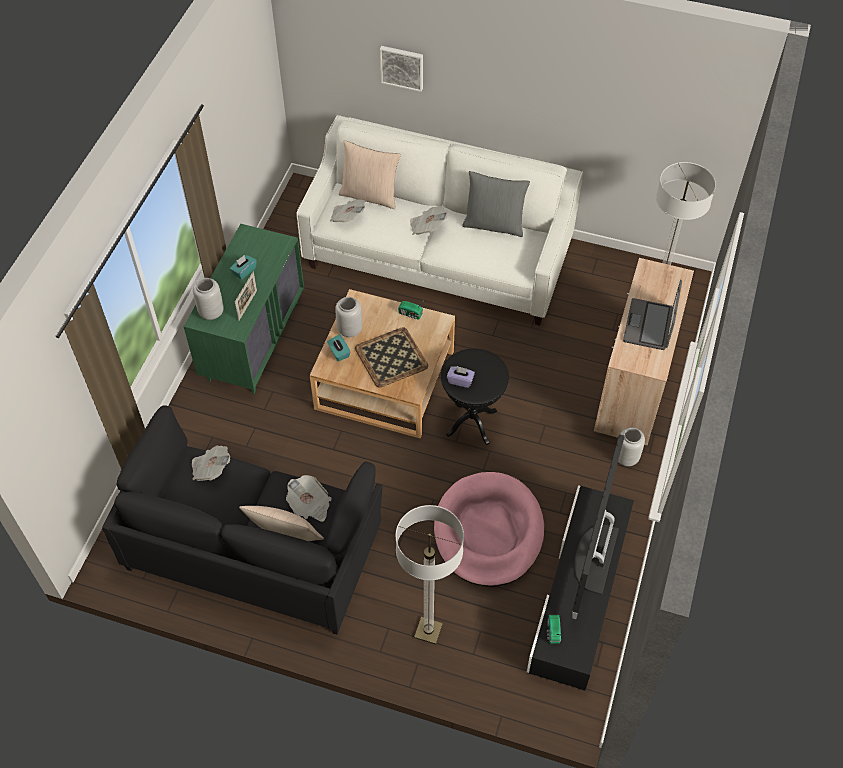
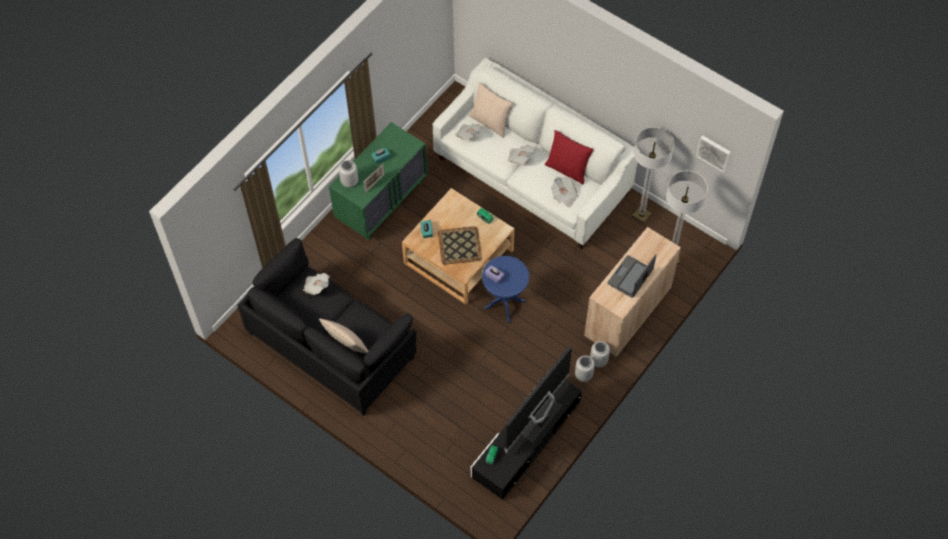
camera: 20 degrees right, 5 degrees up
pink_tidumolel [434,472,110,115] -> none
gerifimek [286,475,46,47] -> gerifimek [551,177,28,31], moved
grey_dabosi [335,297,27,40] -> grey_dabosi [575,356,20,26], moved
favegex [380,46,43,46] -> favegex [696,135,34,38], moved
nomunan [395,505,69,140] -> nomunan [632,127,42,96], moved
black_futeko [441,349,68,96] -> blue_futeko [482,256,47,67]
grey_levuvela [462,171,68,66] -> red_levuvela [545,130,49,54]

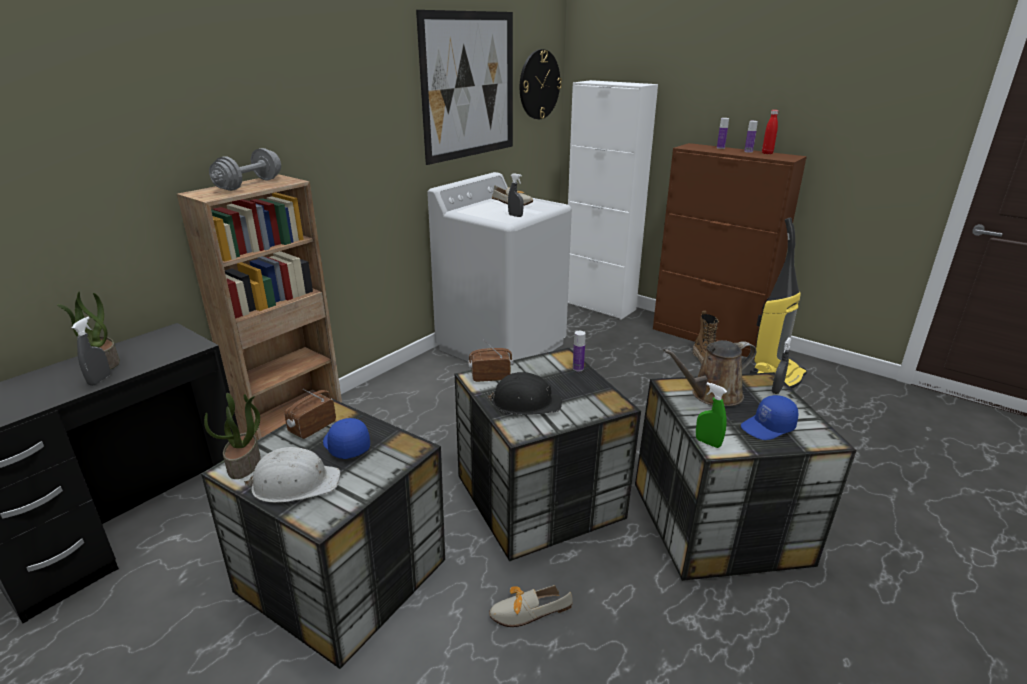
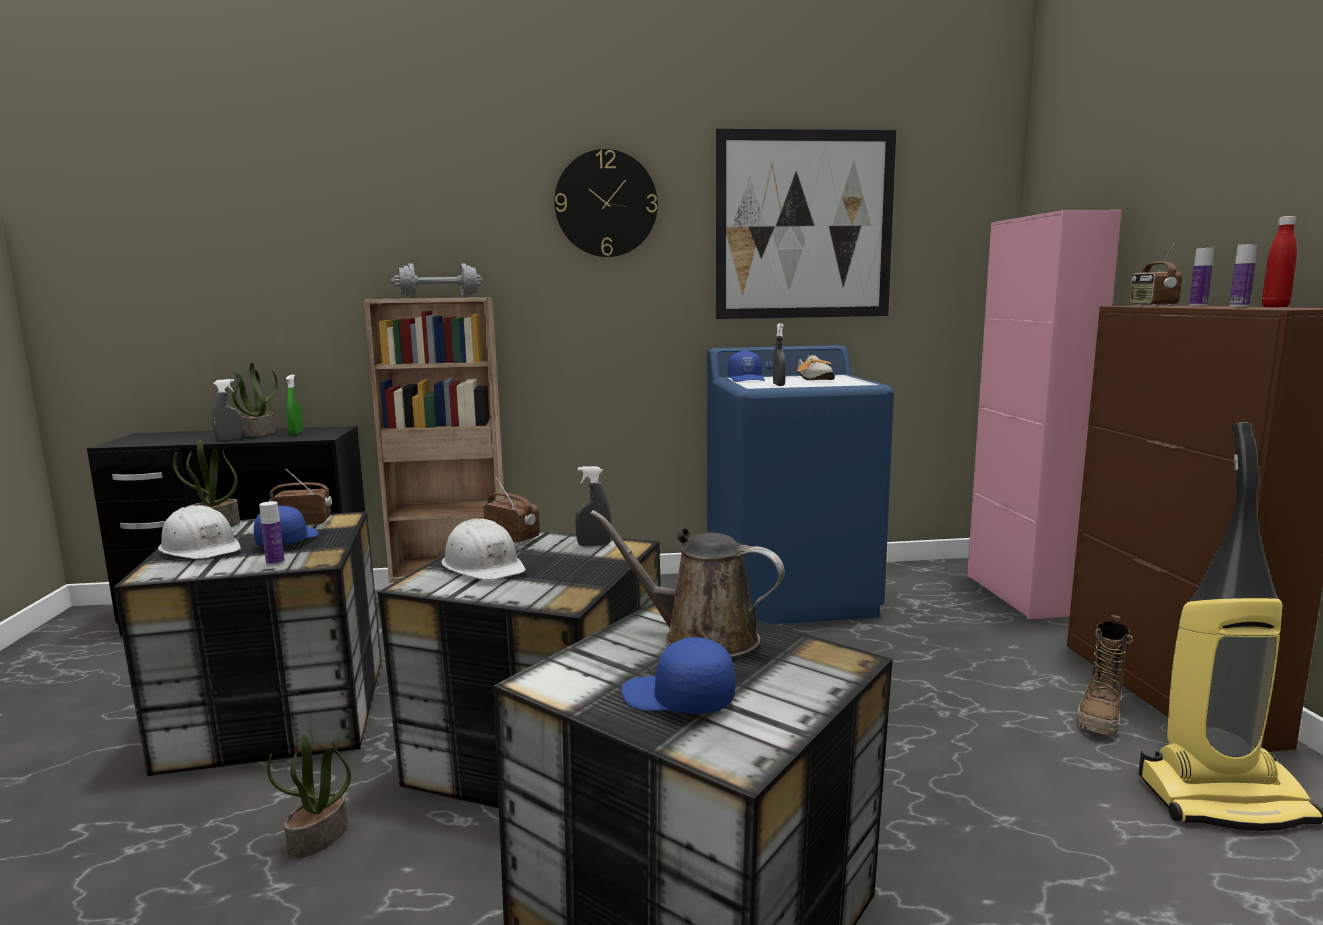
camera: 45 degrees right, 15 degrees down
none -> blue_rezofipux [728,350,37,32]
none -> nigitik [1130,243,52,63]
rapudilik [520,49,42,70] -> rapudilik [554,149,104,108], moved
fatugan [573,331,13,41] -> fatugan [259,501,26,65], moved
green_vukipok [696,382,31,66] -> green_vukipok [286,375,17,60], moved
grey_vukipok [771,337,21,57] -> grey_vukipok [575,466,36,80], moved
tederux [489,585,84,42] -> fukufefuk [267,733,84,125]
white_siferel [427,172,145,189] -> blue_siferel [707,345,187,279]
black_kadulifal [487,372,75,43] -> white_kadulifal [442,518,84,62]
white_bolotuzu [568,80,90,240] -> pink_bolotuzu [967,210,155,409]

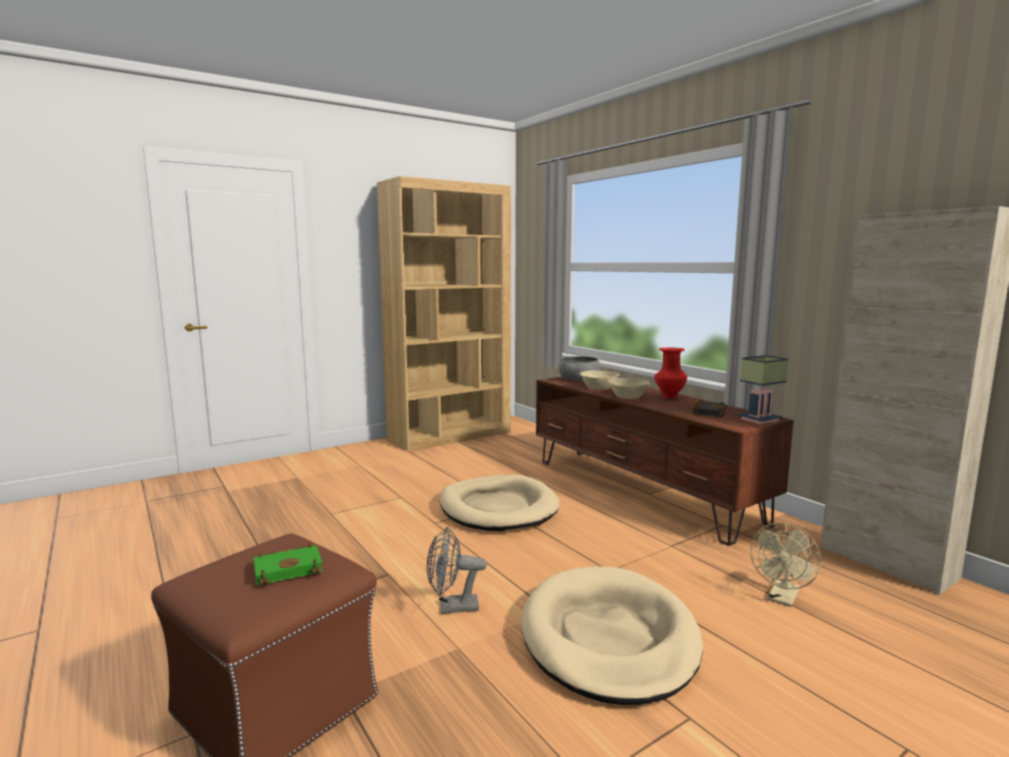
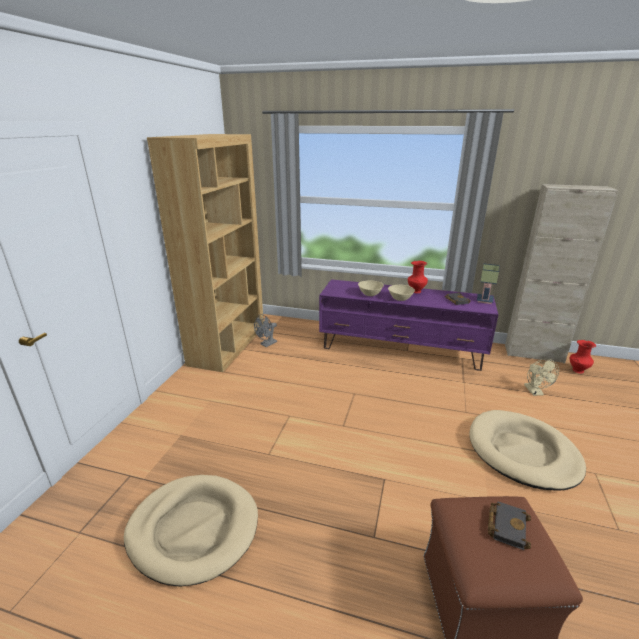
camera: 40 degrees left, 15 degrees up
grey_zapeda [558,356,43,25] -> none
none -> red_dabosi [570,340,26,34]
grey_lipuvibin [427,527,60,87] -> grey_lipuvibin [254,314,23,33], moved
beige_tidumolel [440,474,120,57] -> beige_tidumolel [124,475,134,112], moved
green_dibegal [254,544,69,43] -> black_dibegal [488,502,43,48]
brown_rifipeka [536,377,258,169] -> purple_rifipeka [319,279,179,92]

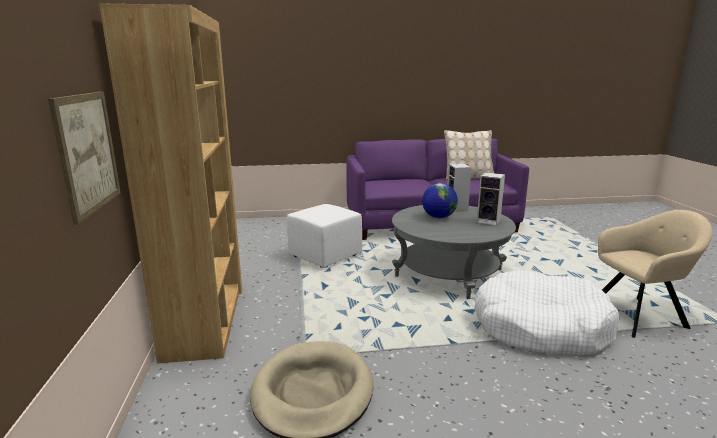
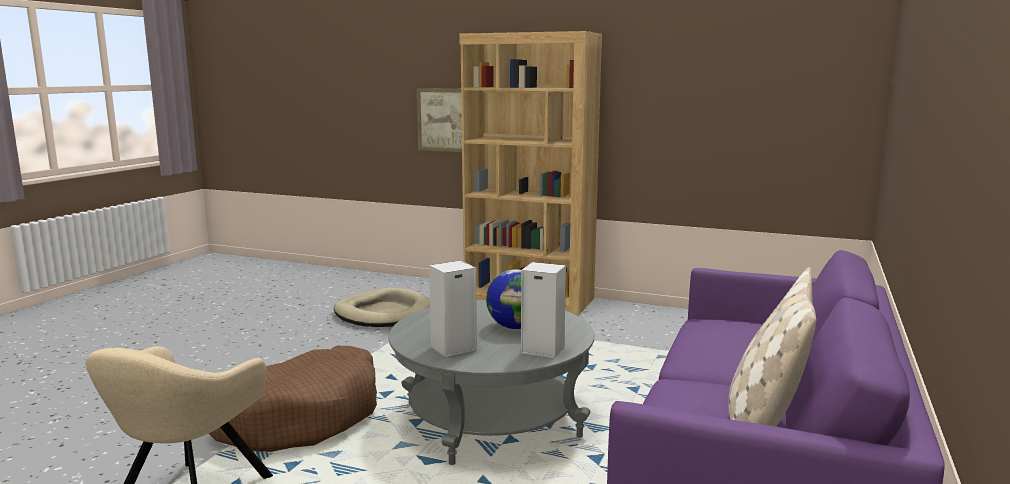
camera: 120 degrees right, 5 degrees down
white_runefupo [287,204,75,64] -> none
white_tidumolel [474,270,146,85] -> brown_tidumolel [209,346,168,106]

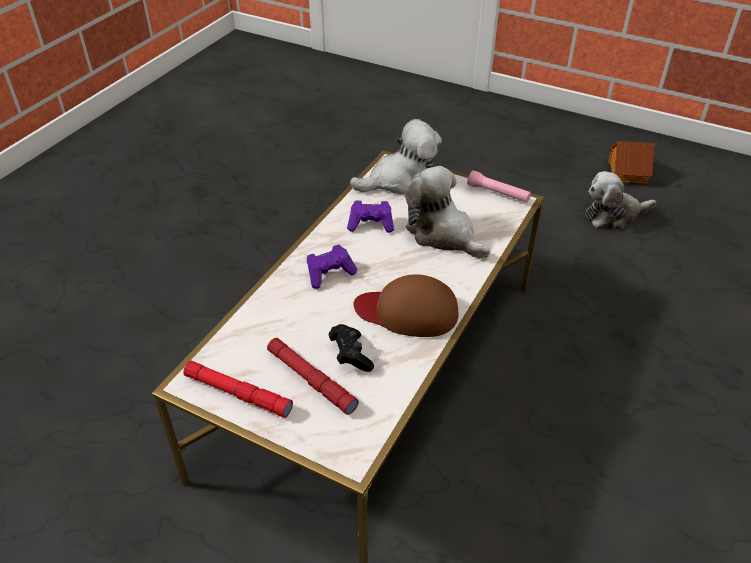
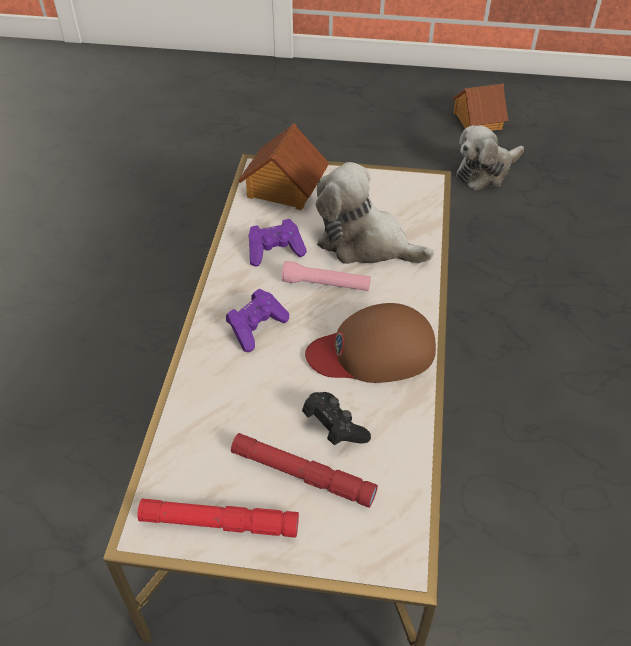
camera: 20 degrees left, 5 degrees up
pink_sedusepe [467,170,64,33] -> pink_sedusepe [281,261,90,30], moved
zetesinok [350,119,92,75] -> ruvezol [238,124,91,86]

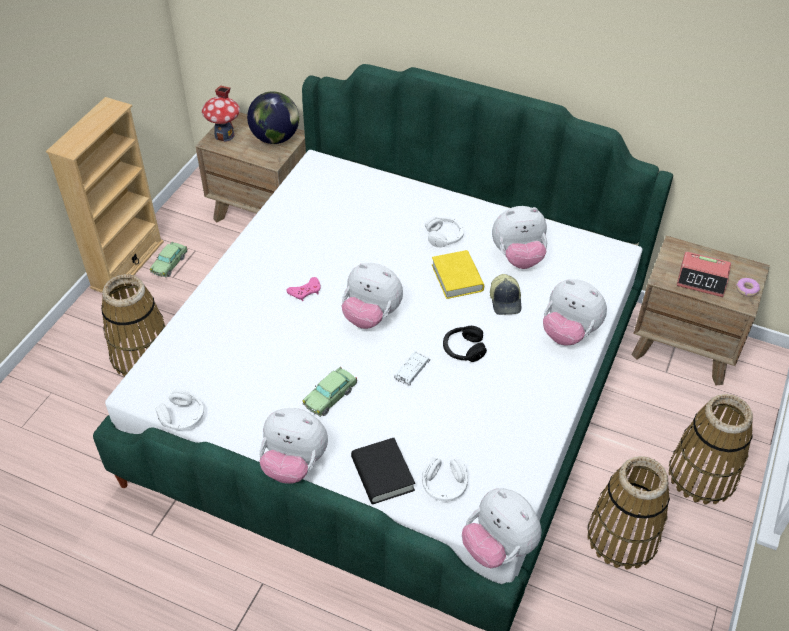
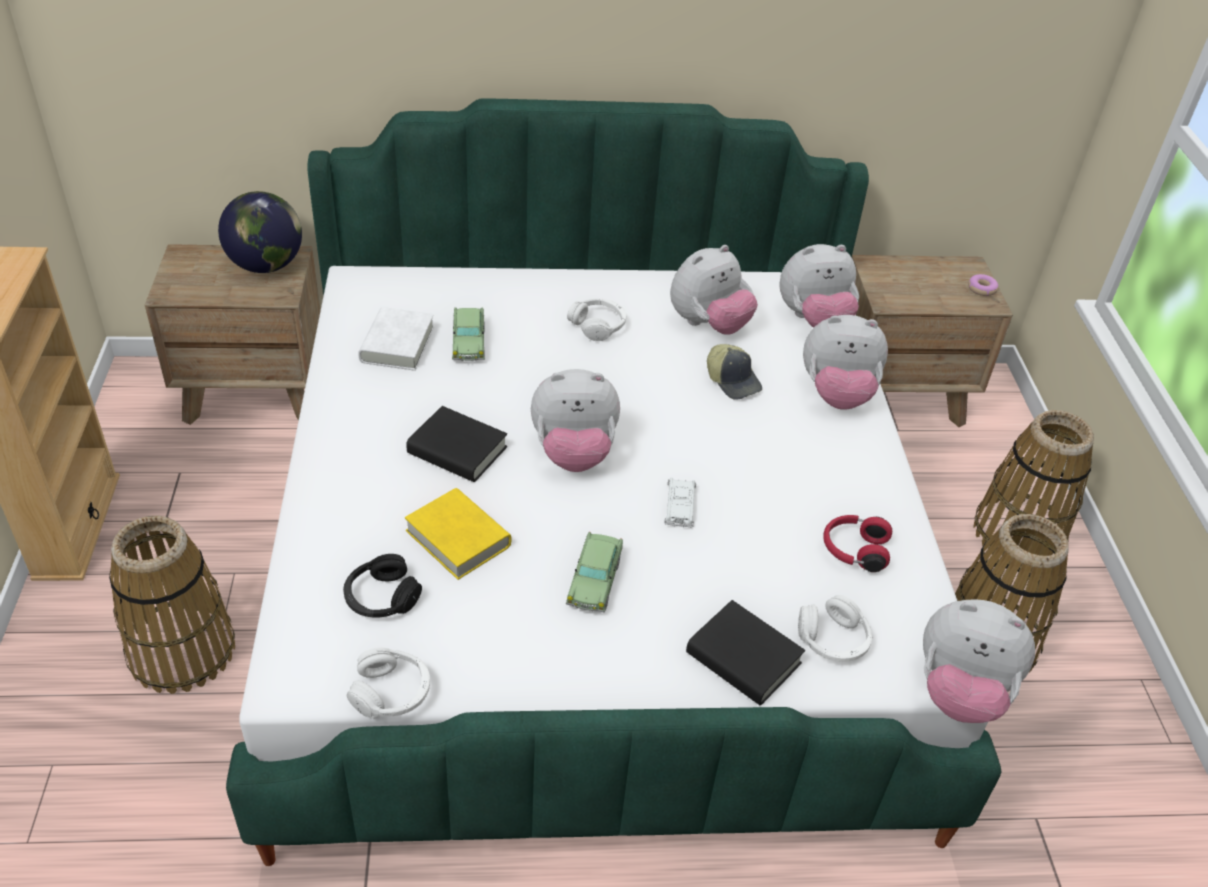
camera: 30 degrees left, 5 degrees down
ruvezol [202,85,38,57] -> none
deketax [677,252,54,45] -> none
none -> white_dibegal [358,307,76,64]
none -> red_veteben [823,515,69,57]
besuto [150,242,38,35] -> besuto [452,307,33,54], moved
zetesinok [259,408,69,76] -> zetesinok [779,244,80,84], moved
yellow_dibegal [432,250,52,49] -> yellow_dibegal [405,488,106,92], moved
black_veteben [443,326,44,36] -> black_veteben [343,554,79,63], moved
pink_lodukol [287,277,34,24] -> black_dibegal [406,406,101,76]

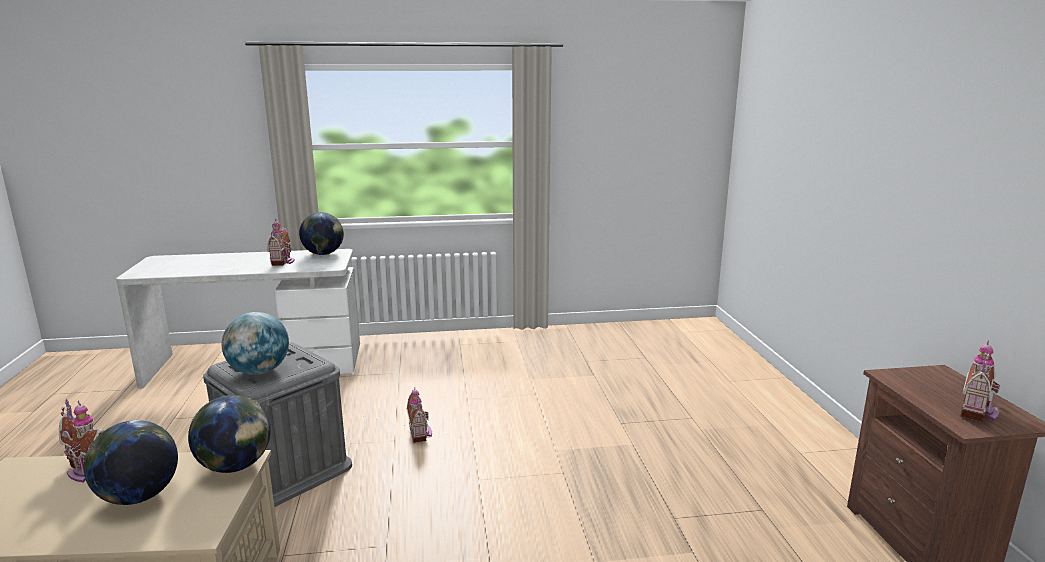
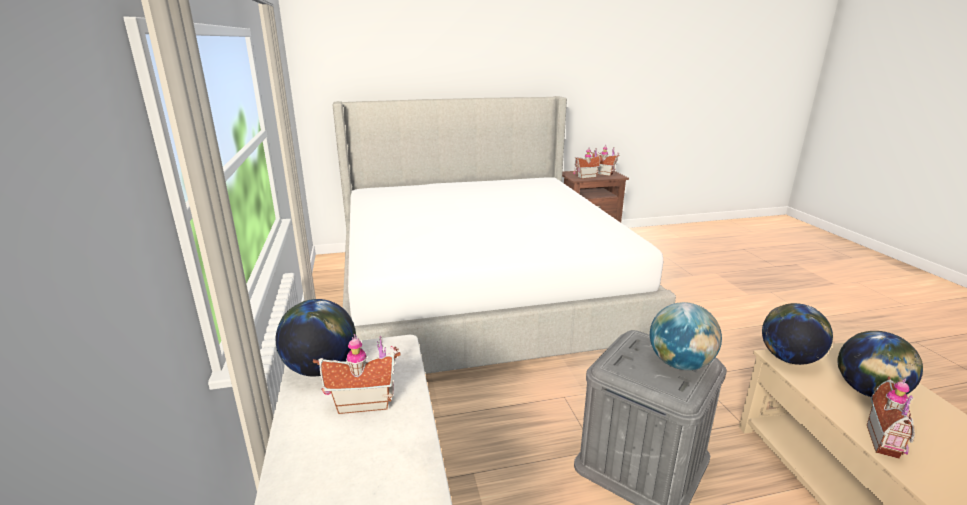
camera: 95 degrees left, 5 degrees up
none -> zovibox [333,96,343,278]
ruvezol [407,387,25,56] -> ruvezol [573,148,28,31], moved

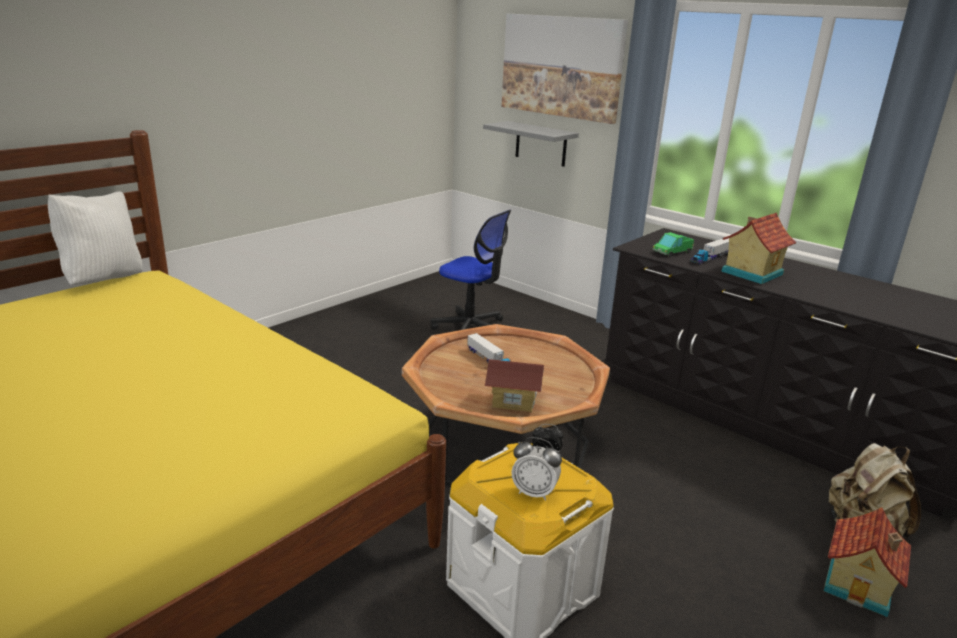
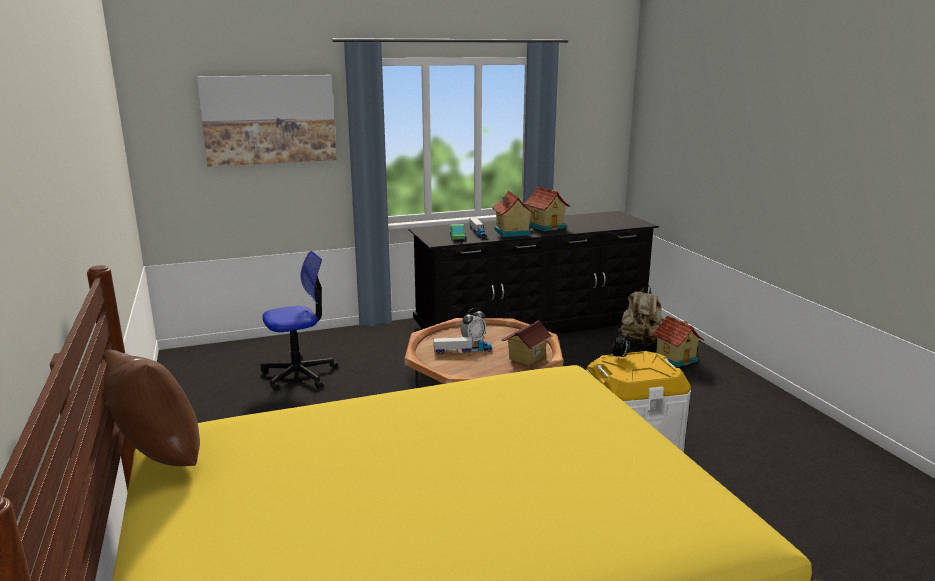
camera: 60 degrees left, 5 degrees down
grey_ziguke [483,121,96,46] -> none
none -> ruvezol [524,187,46,45]
deketax [512,437,50,64] -> deketax [461,308,25,33], moved
white_levuvela [48,191,95,94] -> brown_levuvela [100,350,100,116]

